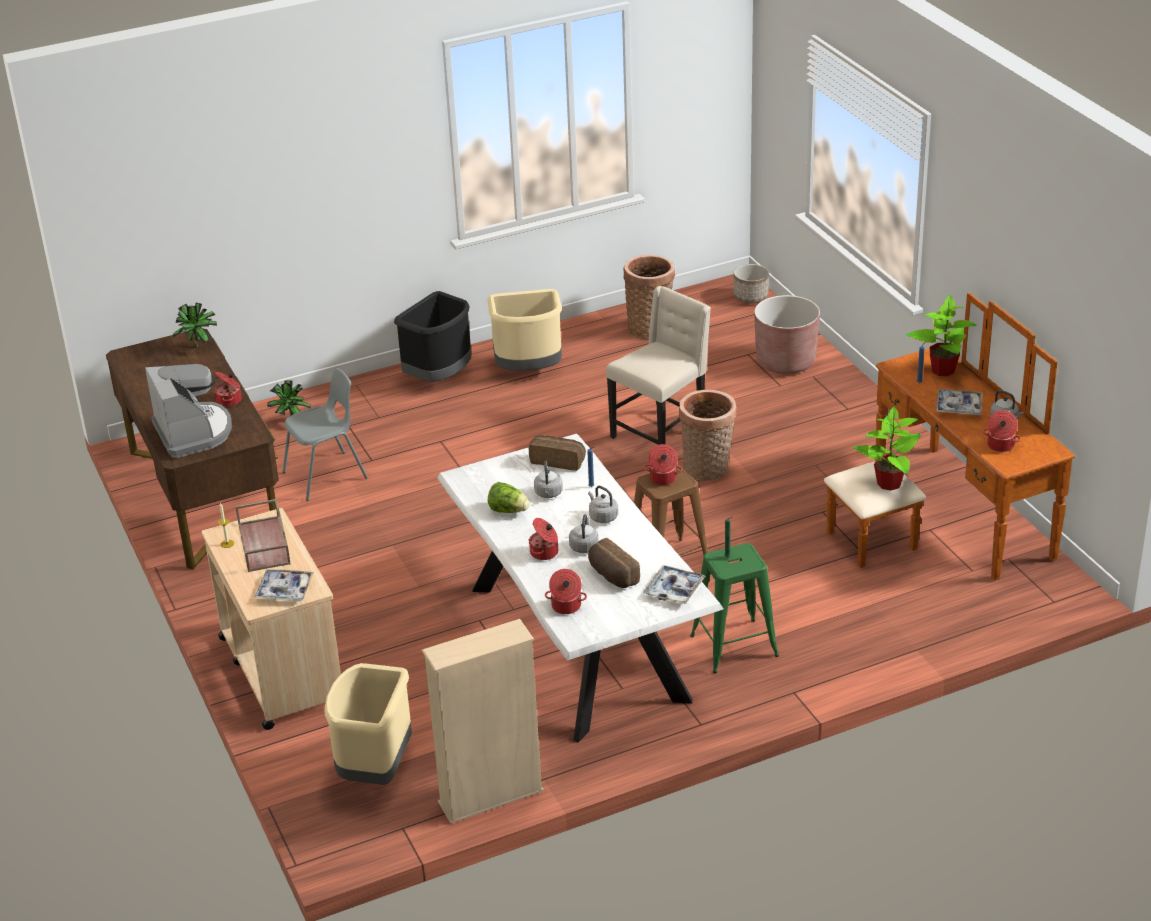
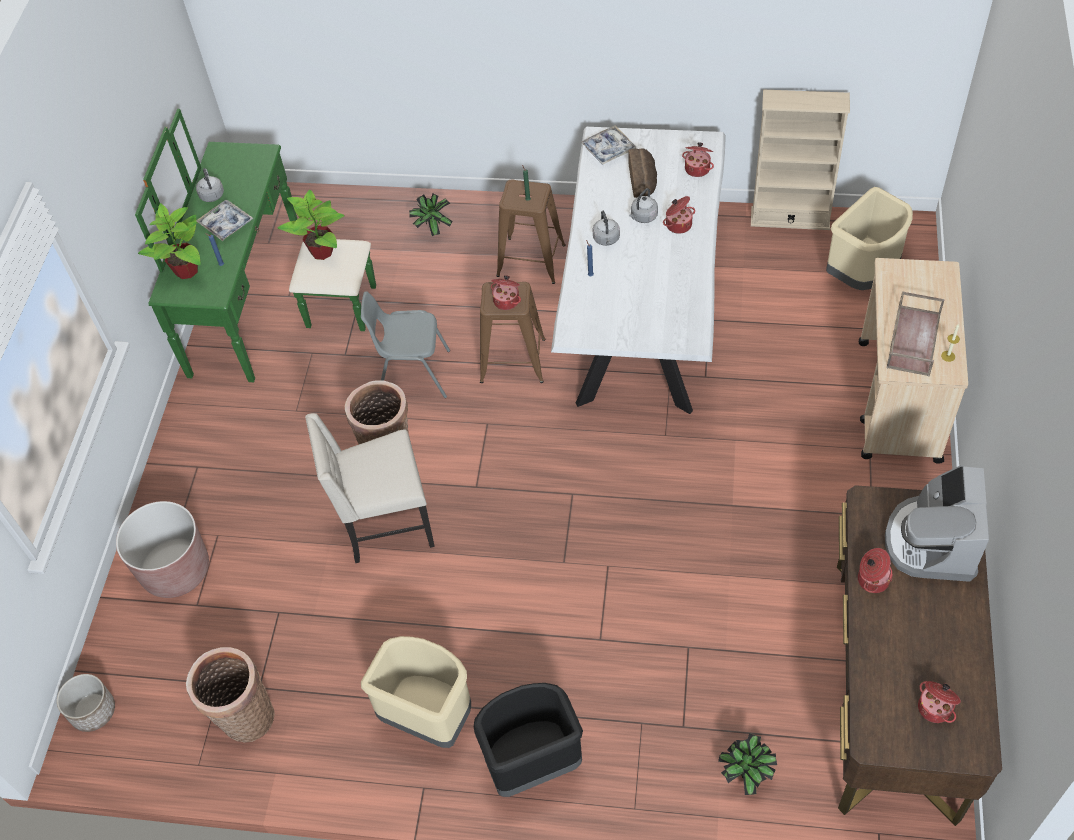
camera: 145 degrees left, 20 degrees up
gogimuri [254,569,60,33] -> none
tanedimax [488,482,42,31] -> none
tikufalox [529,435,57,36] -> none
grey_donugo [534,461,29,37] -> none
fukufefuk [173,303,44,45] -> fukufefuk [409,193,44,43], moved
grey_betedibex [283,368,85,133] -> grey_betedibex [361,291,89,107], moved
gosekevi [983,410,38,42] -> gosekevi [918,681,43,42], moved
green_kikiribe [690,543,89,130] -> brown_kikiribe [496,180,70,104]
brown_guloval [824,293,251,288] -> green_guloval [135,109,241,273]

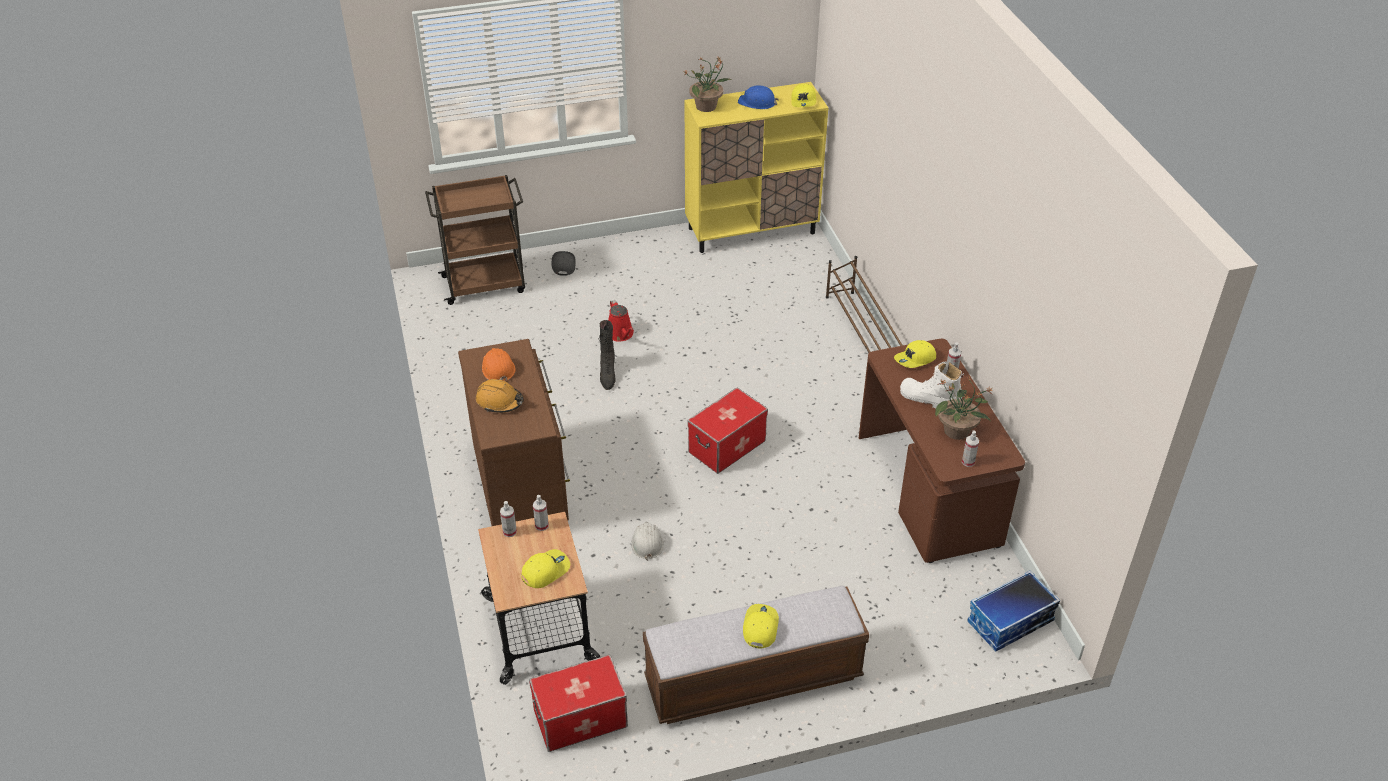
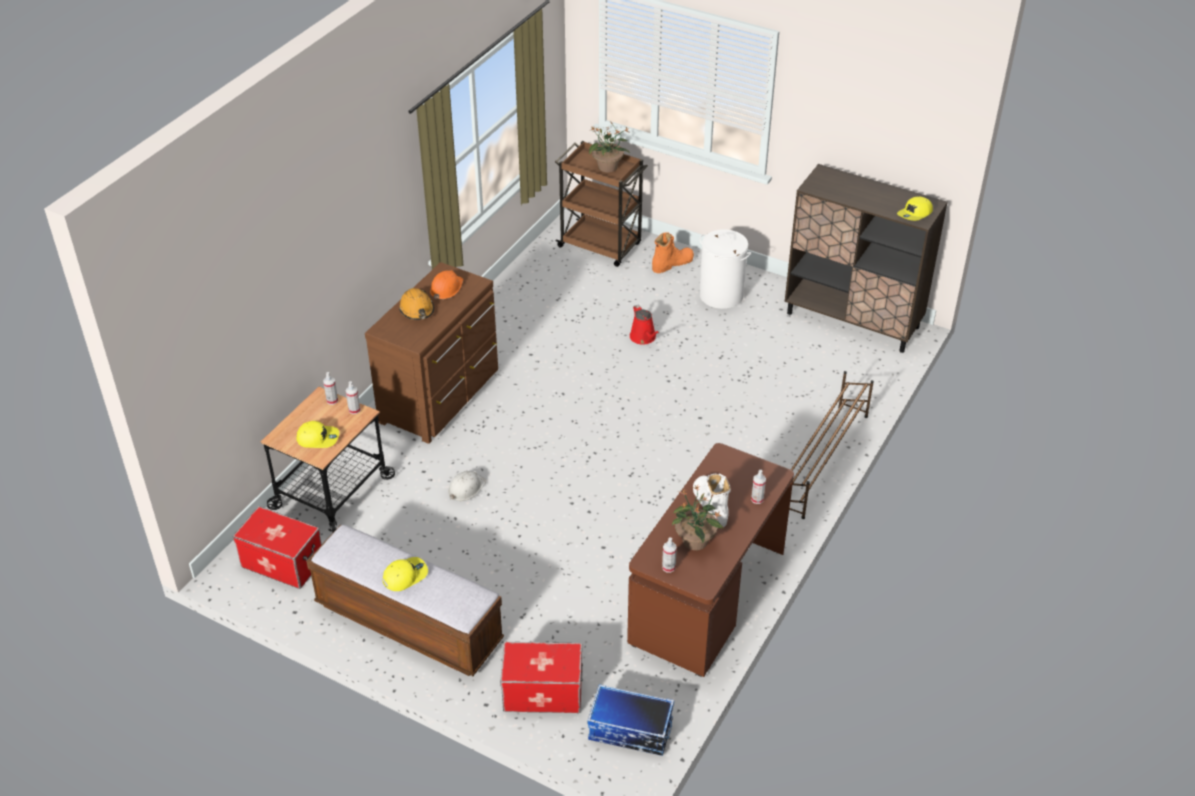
camera: 45 degrees right, 0 degrees up
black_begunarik [599,320,17,70] -> none
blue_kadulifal [738,85,41,24] -> none
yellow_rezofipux [894,340,42,28] -> none
none -> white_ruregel [699,229,53,80]
fukufefuk [685,57,46,55] -> fukufefuk [589,121,41,51], moved
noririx [687,388,81,86] -> noririx [500,642,83,71], moved
grey_rezofipux [552,251,24,25] -> orange_begunarik [652,232,42,41]
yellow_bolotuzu [684,82,144,171] -> brown_bolotuzu [785,164,163,189]
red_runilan [608,300,26,42] -> red_runilan [630,305,29,40], 45 degrees counterclockwise

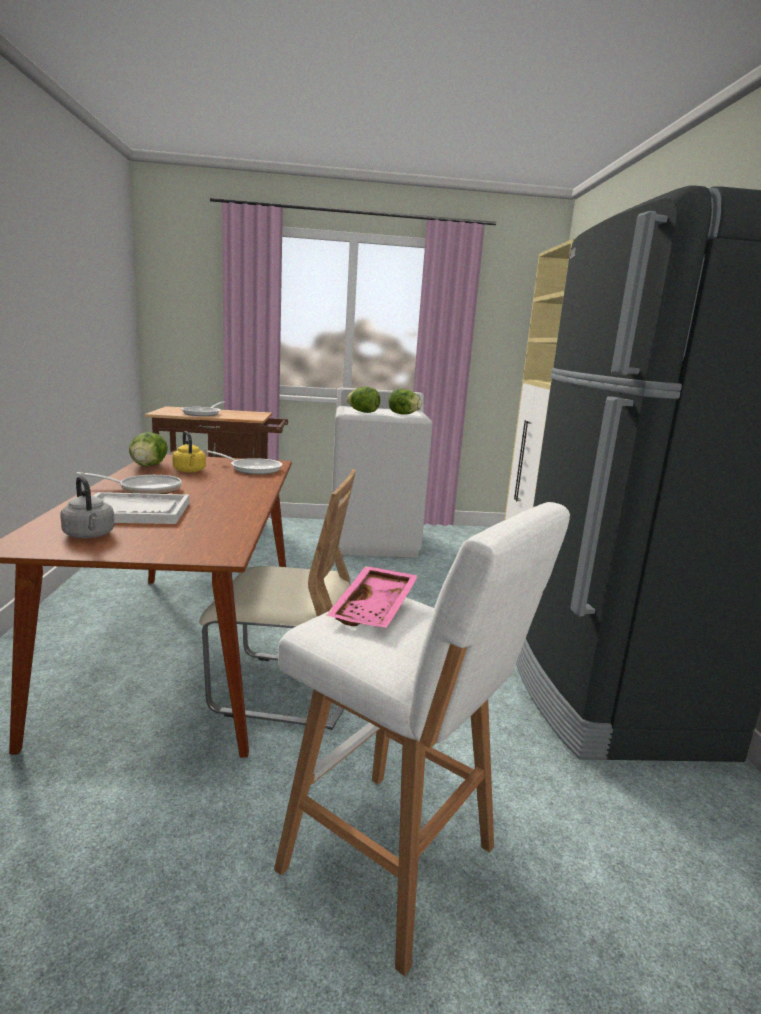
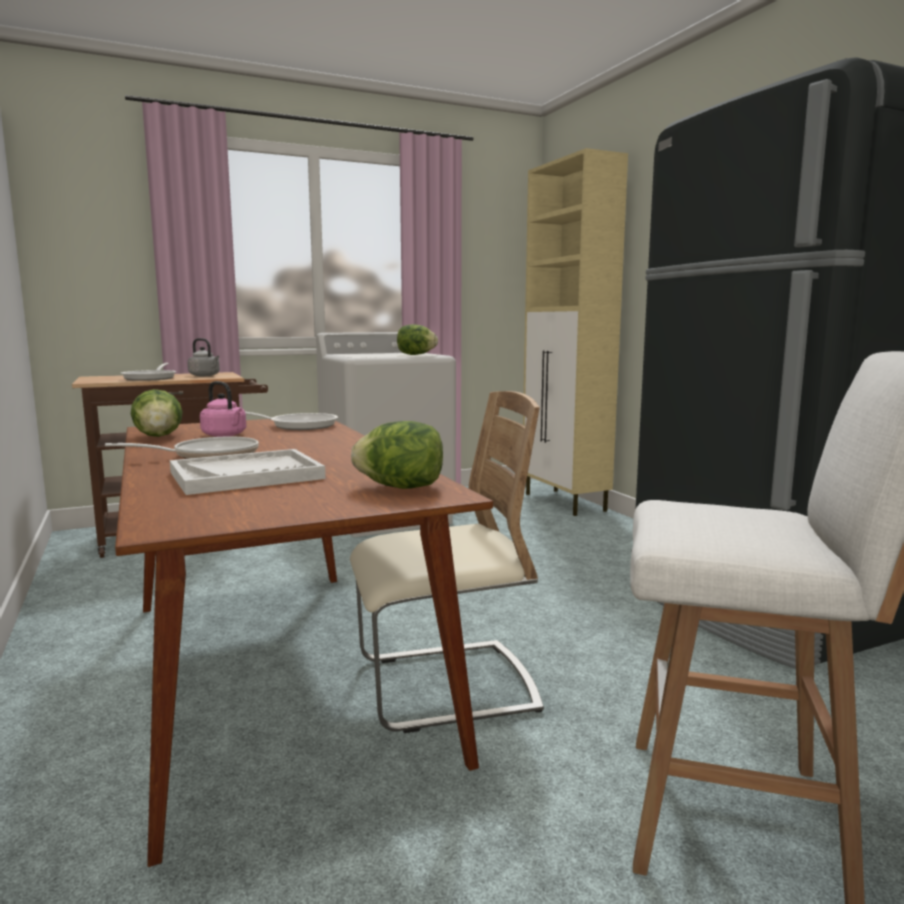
camera: 20 degrees left, 5 degrees down
pink_gogimuri [326,566,92,62] -> none
grey_donugo [60,476,55,62] -> grey_donugo [188,338,32,38], moved
tanedimax [347,387,33,26] -> tanedimax [351,421,92,68], moved
yellow_donugo [172,431,34,42] -> pink_donugo [200,381,46,56]

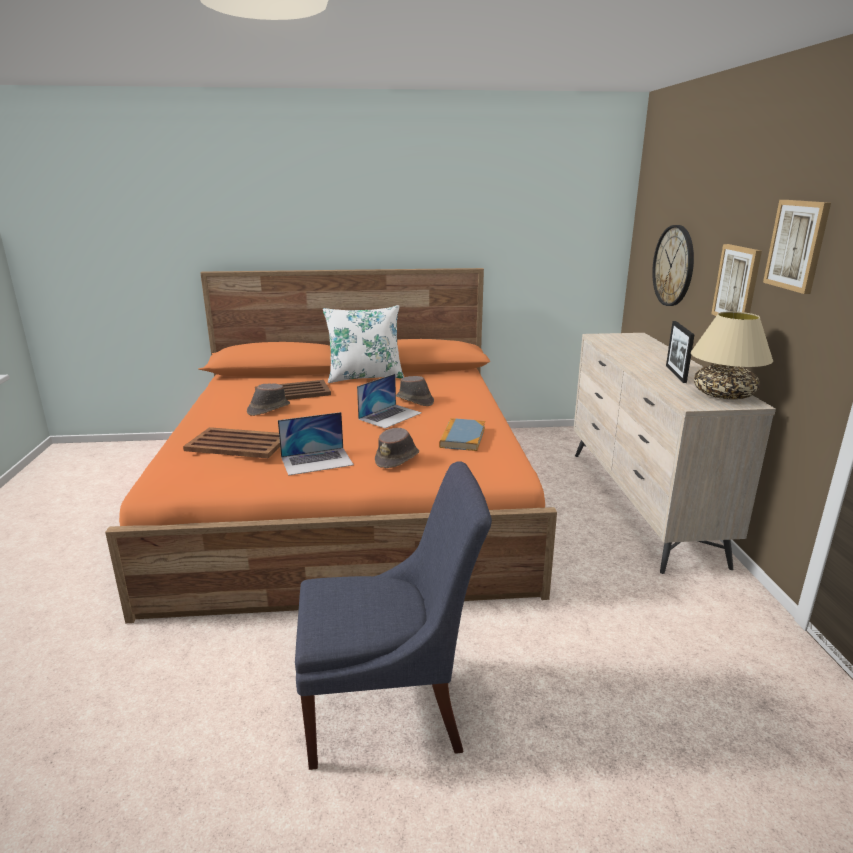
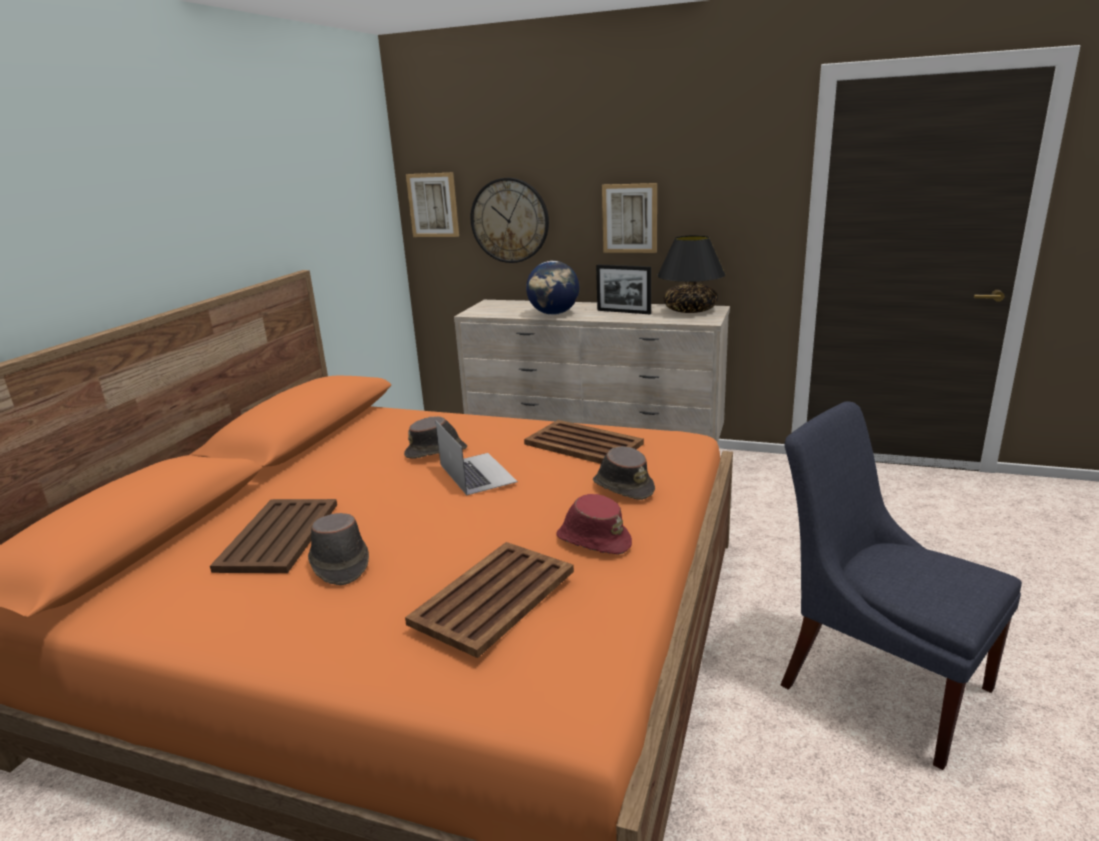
camera: 65 degrees left, 0 degrees up
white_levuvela [323,305,81,78] -> none
none -> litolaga [526,261,53,54]
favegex [763,200,68,94] -> favegex [406,173,53,64], moved
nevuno [278,412,76,64] -> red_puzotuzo [556,494,76,60]
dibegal [439,418,46,33] -> brown_gogimuri [524,420,120,44]
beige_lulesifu [691,312,82,87] -> black_lulesifu [657,235,68,78]
blue_betedibex [295,461,197,309] -> blue_betedibex [781,401,241,369], 60 degrees counterclockwise

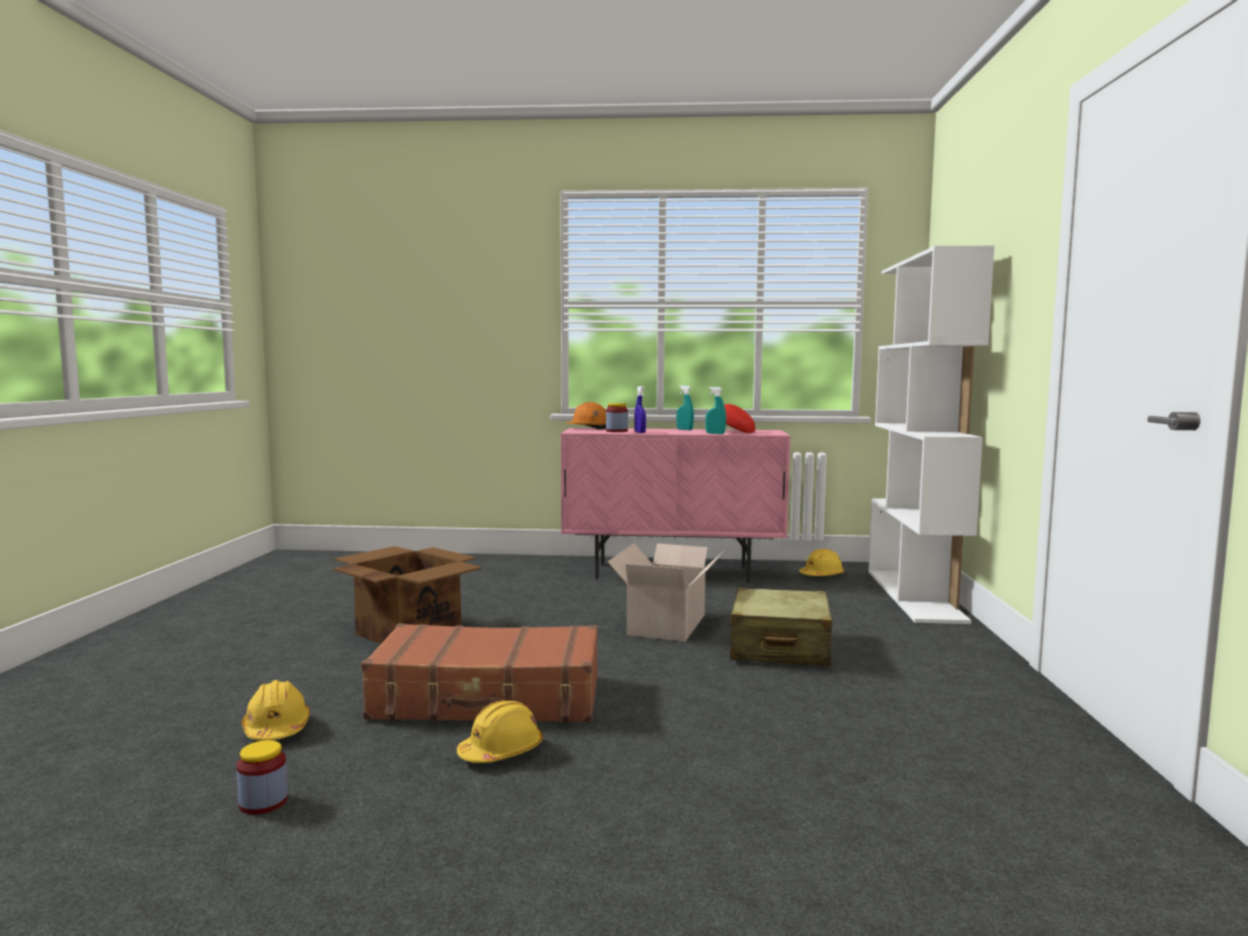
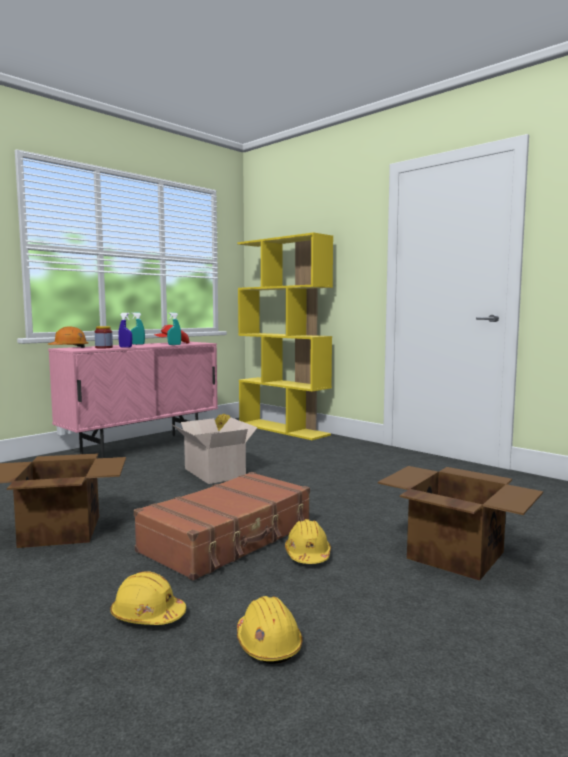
camera: 50 degrees left, 0 degrees up
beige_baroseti [729,588,103,78] -> none
none -> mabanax [378,466,165,115]
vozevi [237,740,51,74] -> yellow_kadulifal [237,596,66,68]
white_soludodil [868,246,127,378] -> yellow_soludodil [237,232,96,208]

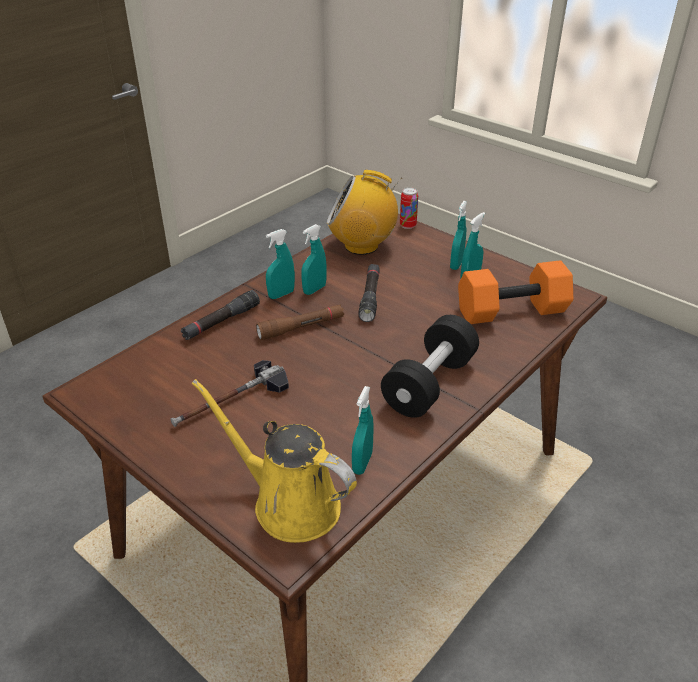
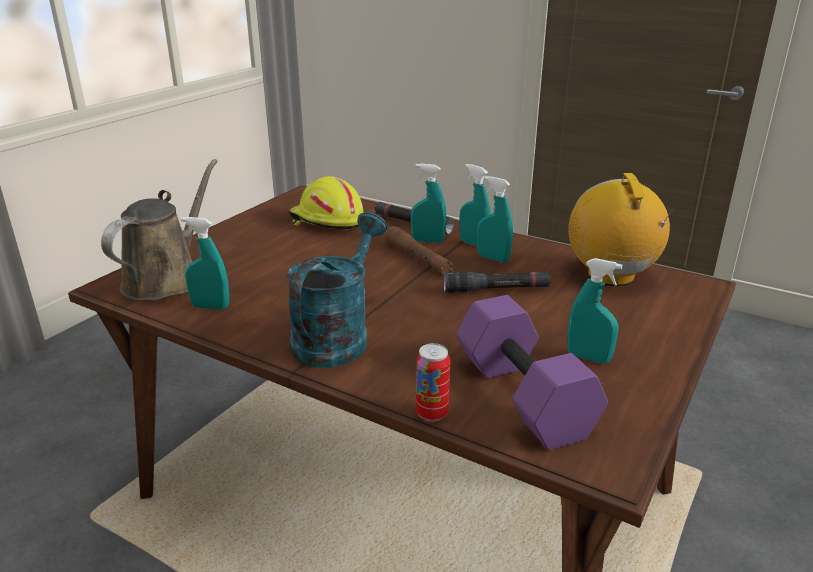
camera: 80 degrees right, 10 degrees down
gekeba [171,360,118,67] -> none
none -> yellow_kadulifal [289,176,74,53]
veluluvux [400,187,18,42] -> veluluvux [416,343,34,79], moved
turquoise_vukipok [450,201,17,69] -> turquoise_vukipok [411,163,35,80], moved
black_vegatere [381,315,98,103] -> turquoise_runilan [286,212,101,156]
yellow_runilan [192,379,165,164] -> brown_runilan [101,159,117,142]
orange_vegatere [458,260,115,64] -> purple_vegatere [456,295,152,155]

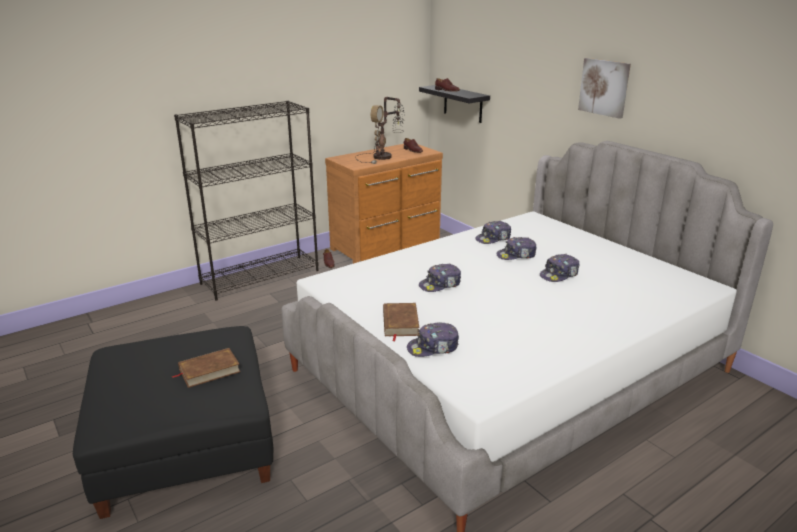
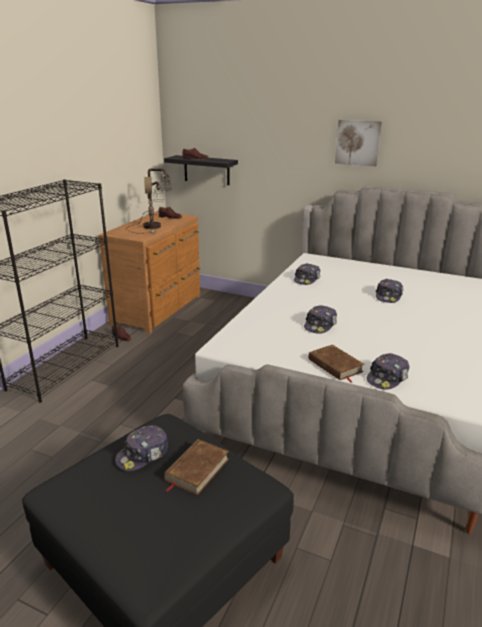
camera: 30 degrees left, 0 degrees up
rezofipux [496,237,41,23] -> rezofipux [115,425,53,46], moved

